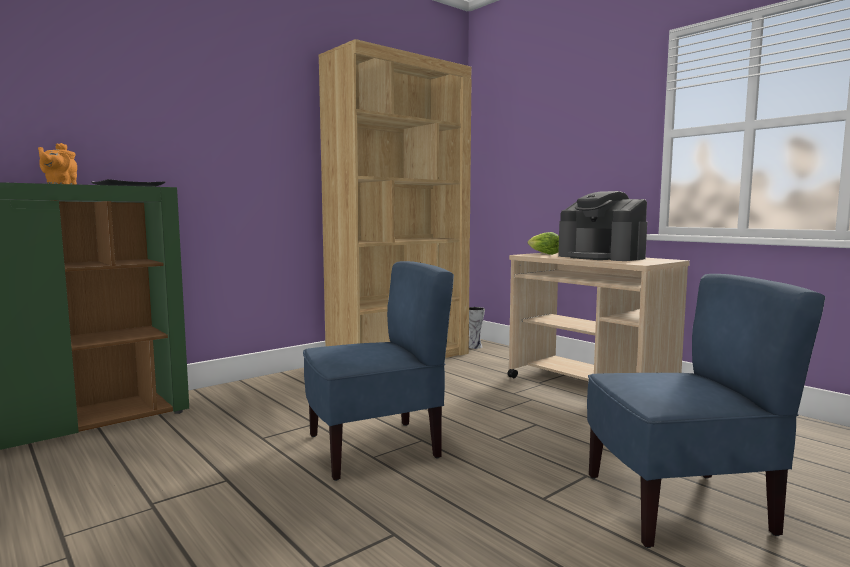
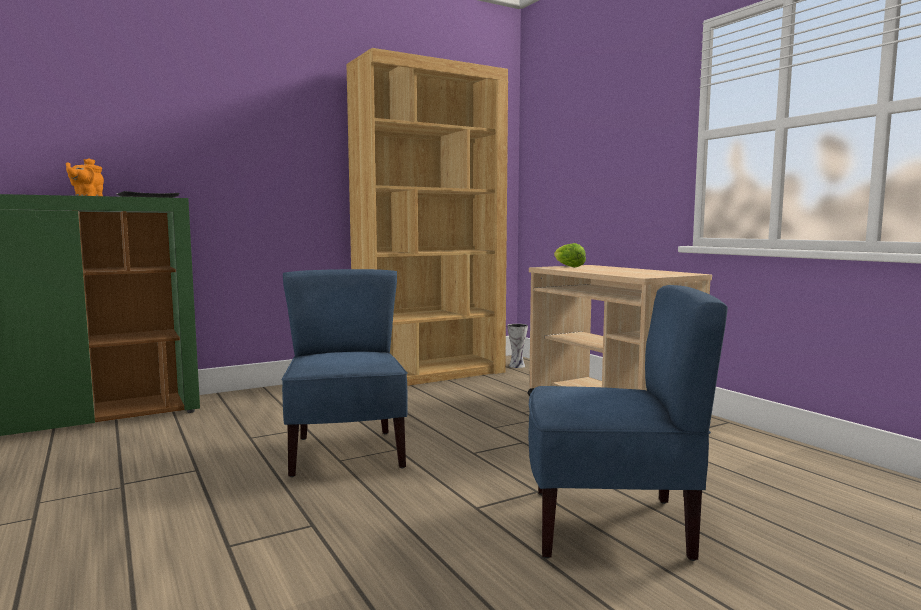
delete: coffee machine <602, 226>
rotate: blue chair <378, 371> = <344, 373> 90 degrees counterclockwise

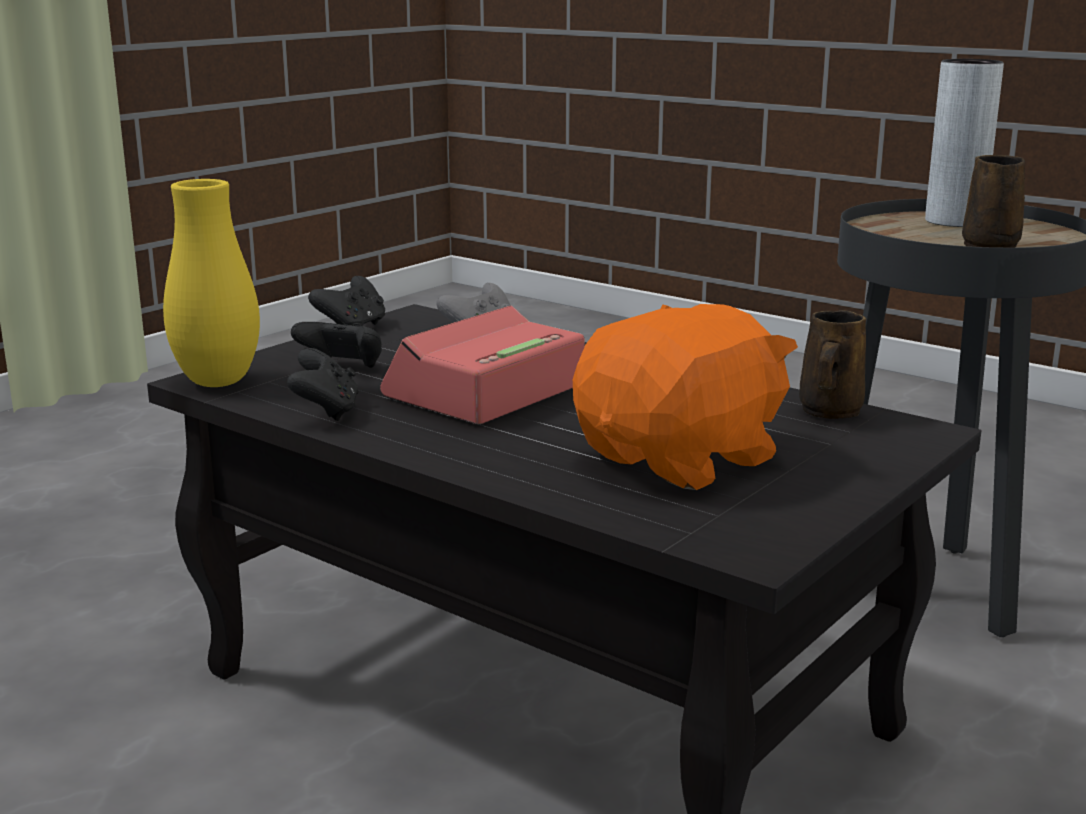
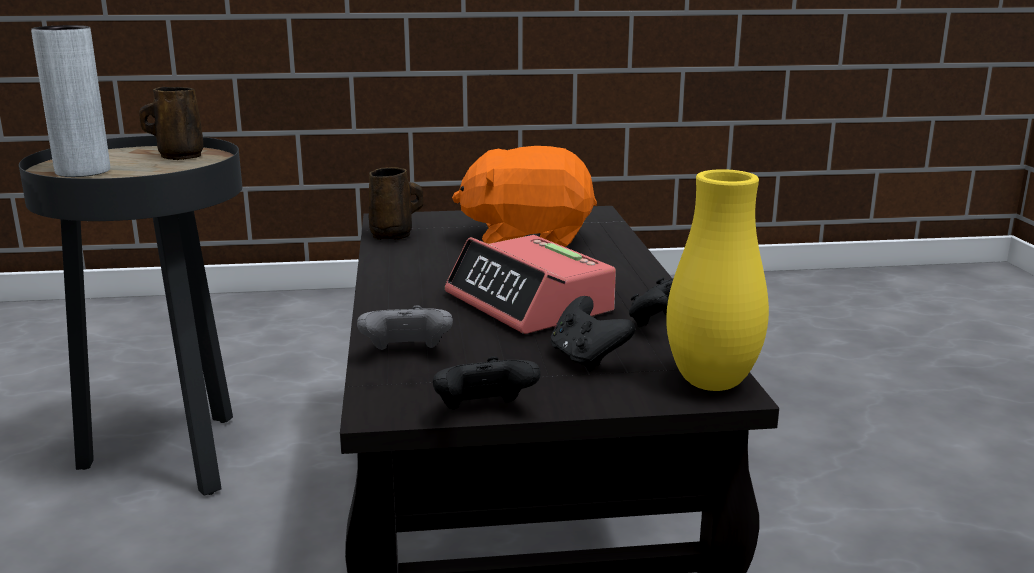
rotate: alarm clock <482, 365> = <530, 284> 60 degrees clockwise

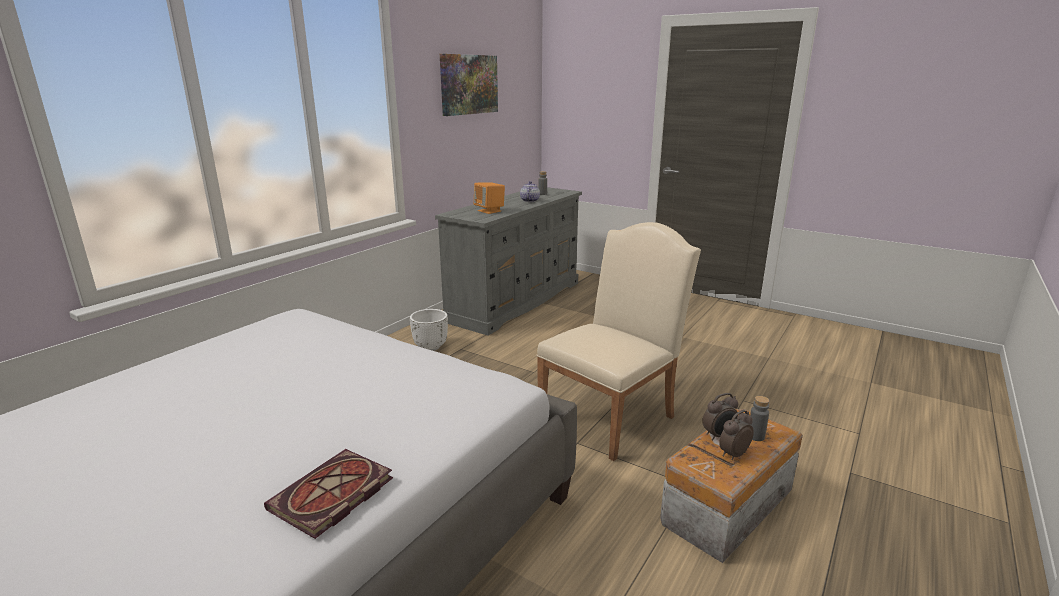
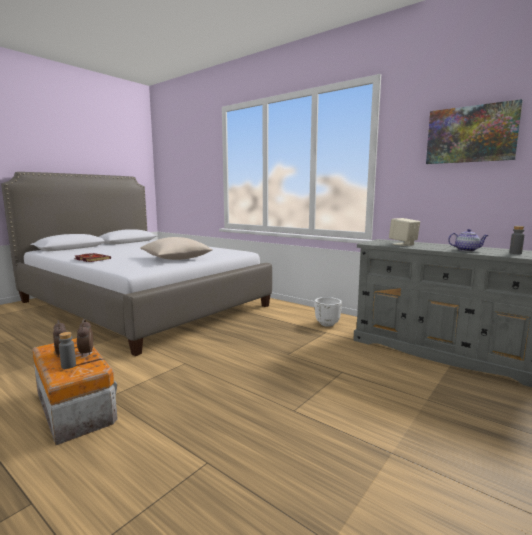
delete: beige chair <618, 341>
insert: beige pillow <176, 248>
recolor: orange speaker <489, 198> to beige speaker <404, 232>

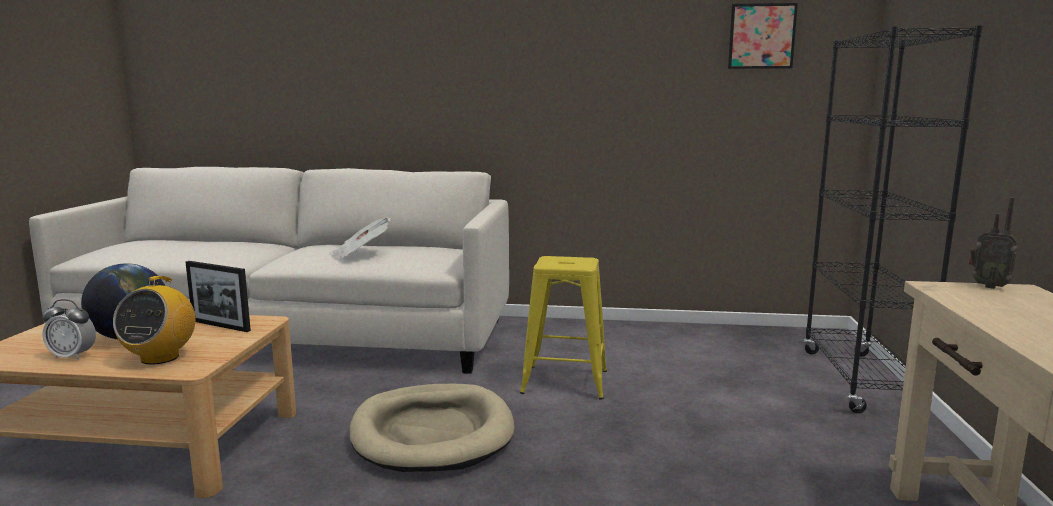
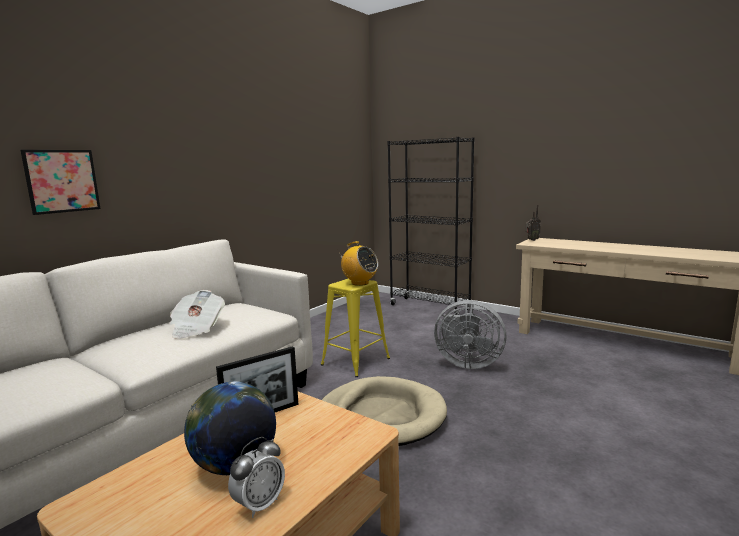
insert: grey fan <470, 334>
move: picture <763, 36> to <60, 182>; radio <154, 320> to <357, 263>

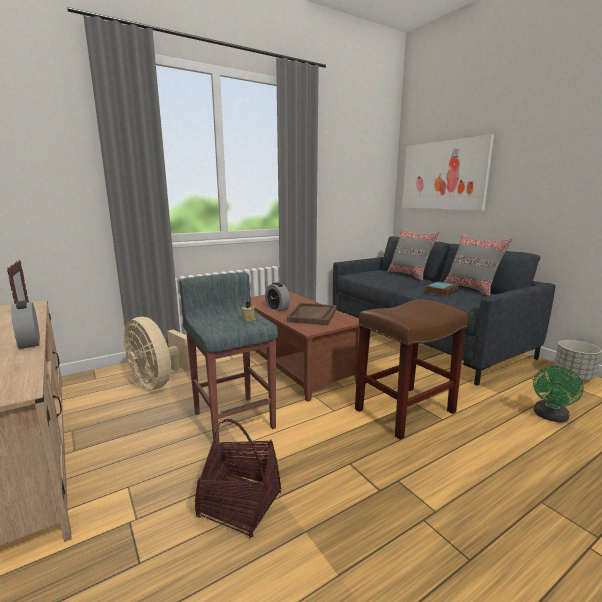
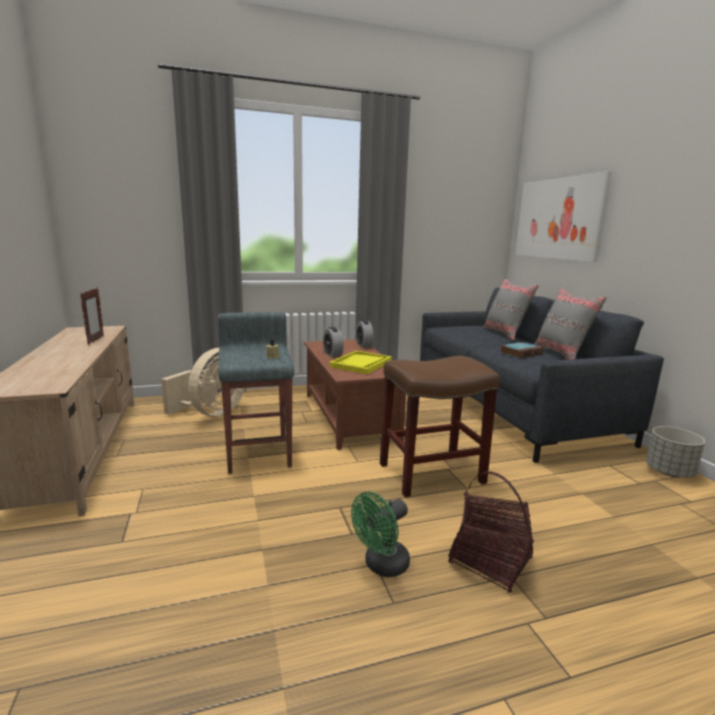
move: alarm clock <25, 325> to <364, 334>; green fan <558, 394> to <380, 534>; basket <238, 479> to <491, 532>
recolor: brown tray <311, 314> to yellow tray <360, 362>
rotate: beige fan <157, 353> = <203, 382> 120 degrees counterclockwise

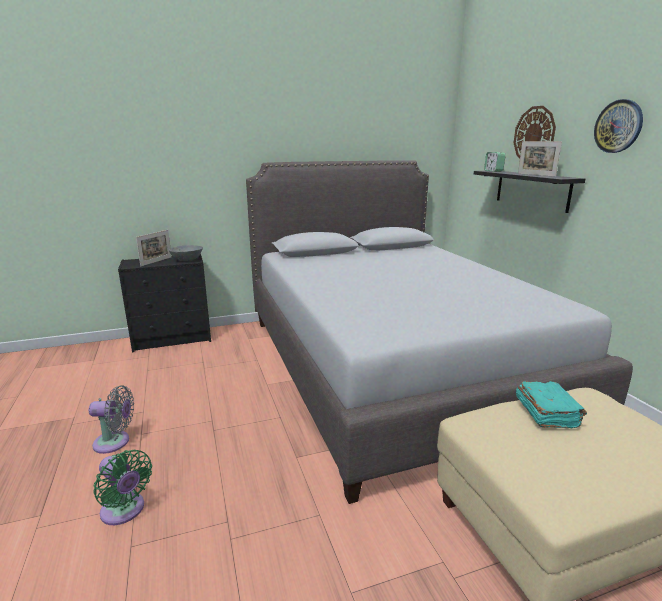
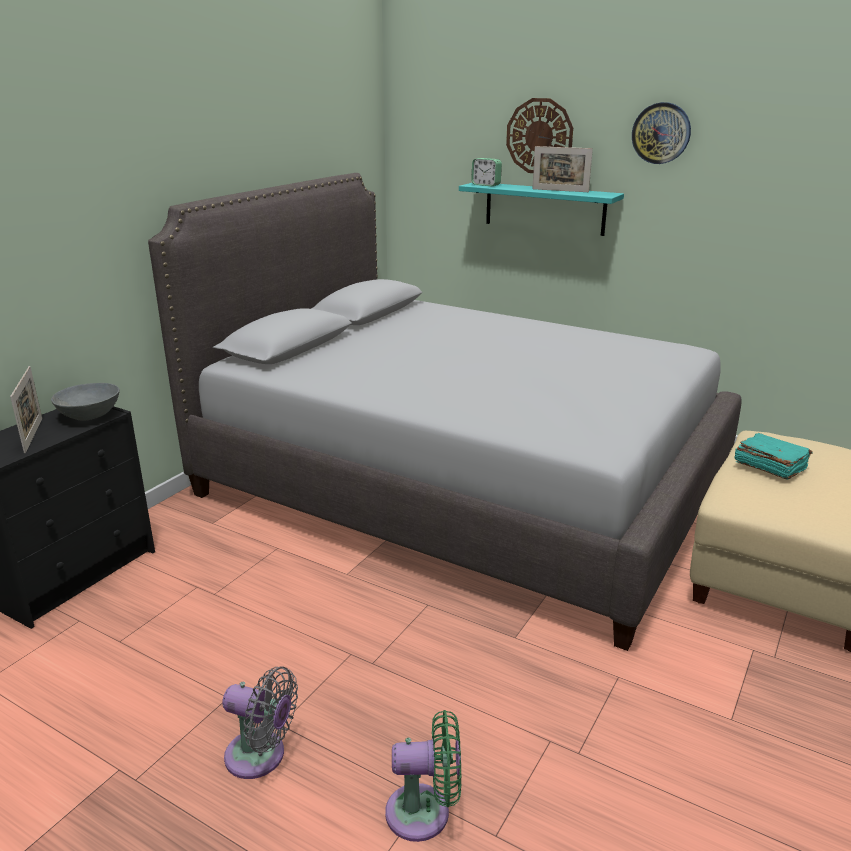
recolor: black shelf <529, 192> to turquoise shelf <541, 209>
rotate: grey fan <111, 419> = <260, 723> 60 degrees clockwise

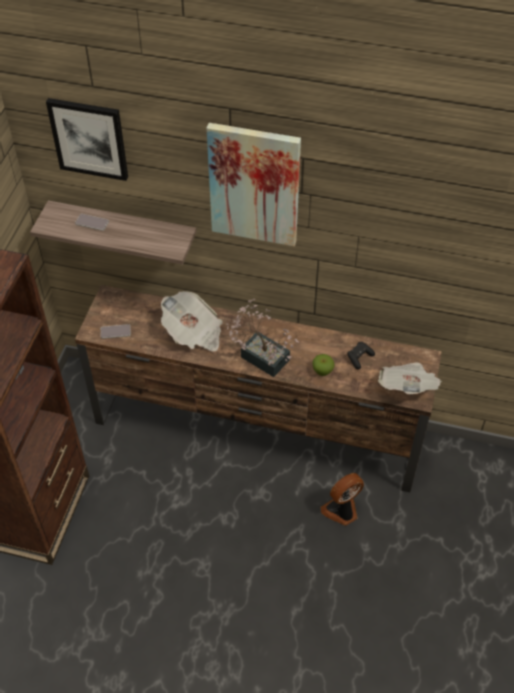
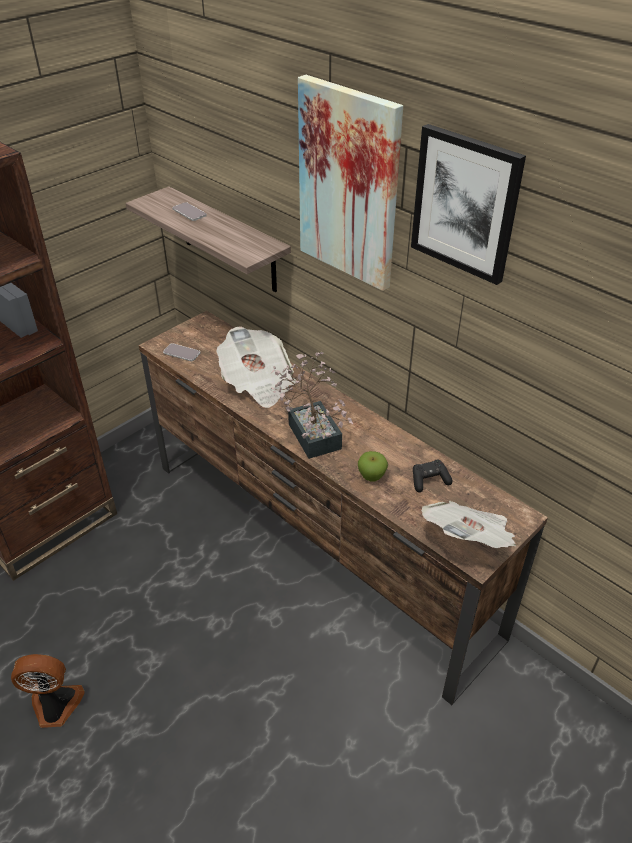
move: picture <87, 139> to <468, 204>; fan <342, 499> to <48, 691>

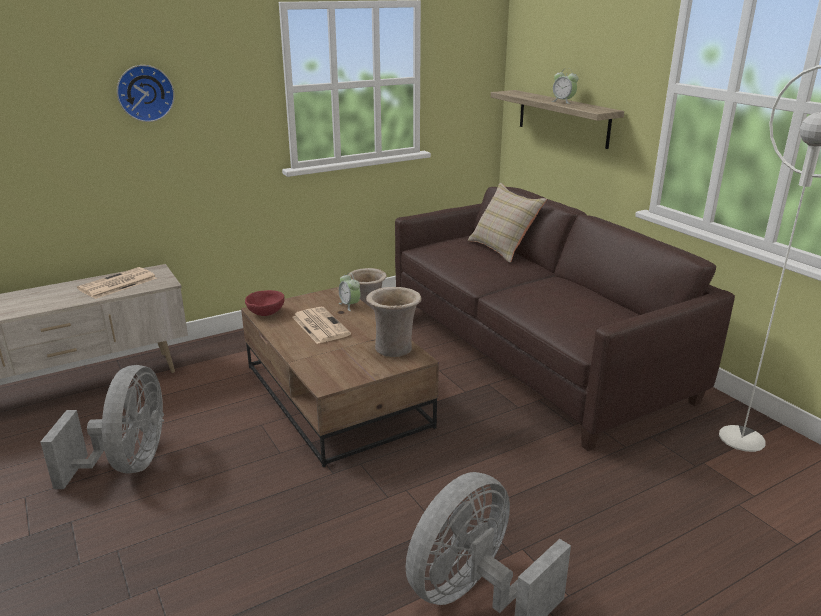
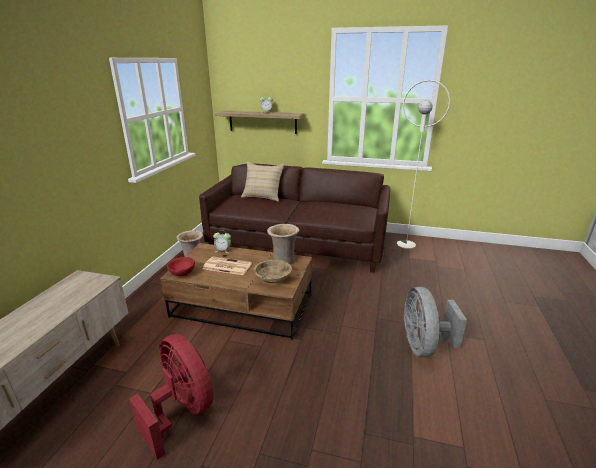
delete: wall clock <146, 93>; newspaper <117, 283>
insert: beige bowl <273, 271>
recolor: grey fan <102, 427> to red fan <171, 397>

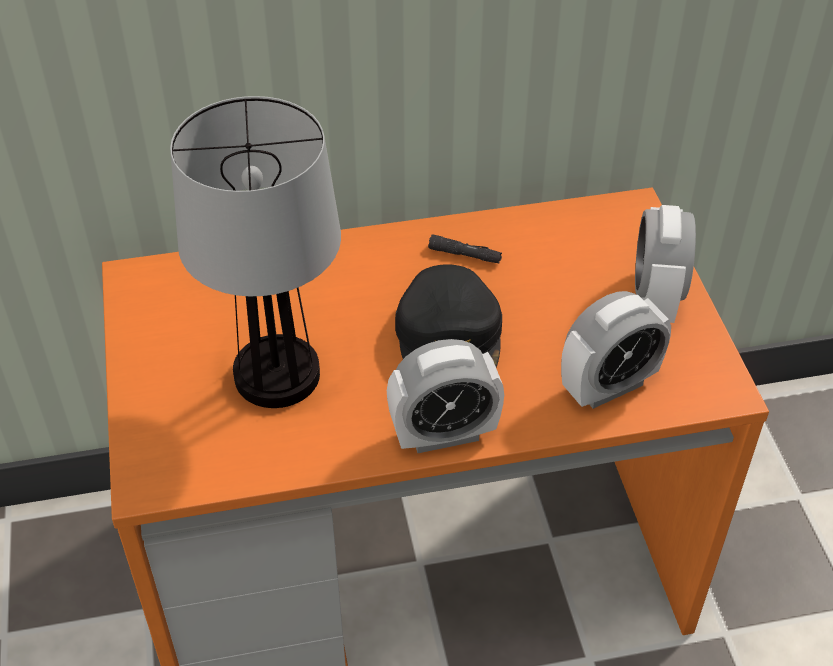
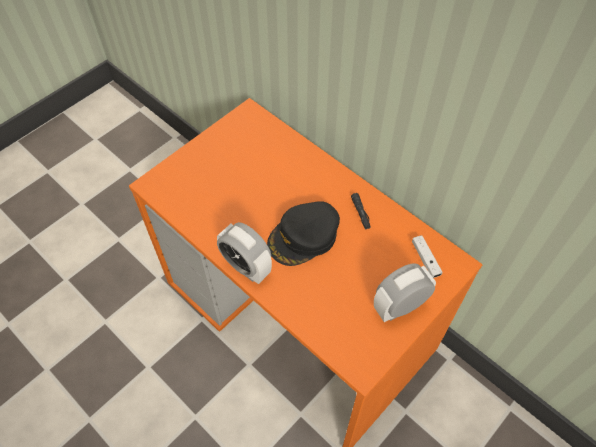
delete: table lamp <255, 252>; alarm clock <616, 350>
insert: white game controller <427, 256>

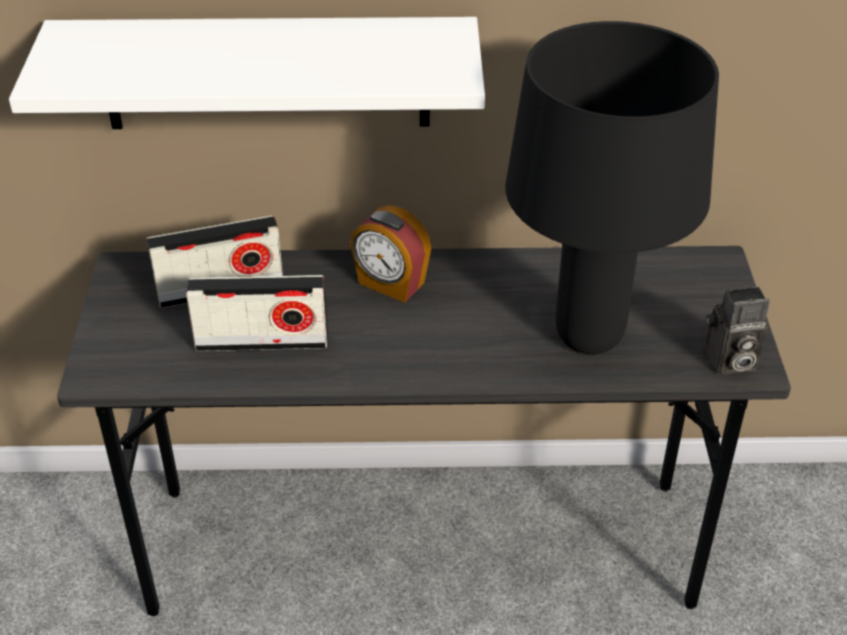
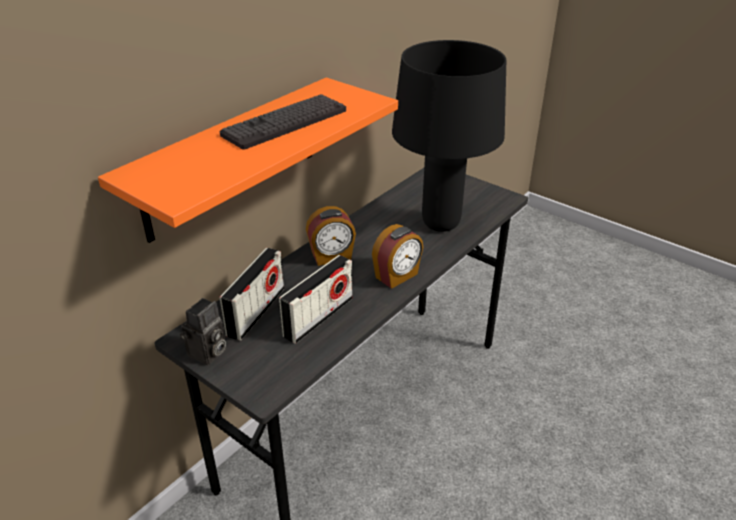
insert: keyboard <283, 122>; alarm clock <397, 256>
move: photo camera <737, 331> to <203, 331>
recolor: white shelf <247, 73> to orange shelf <248, 160>

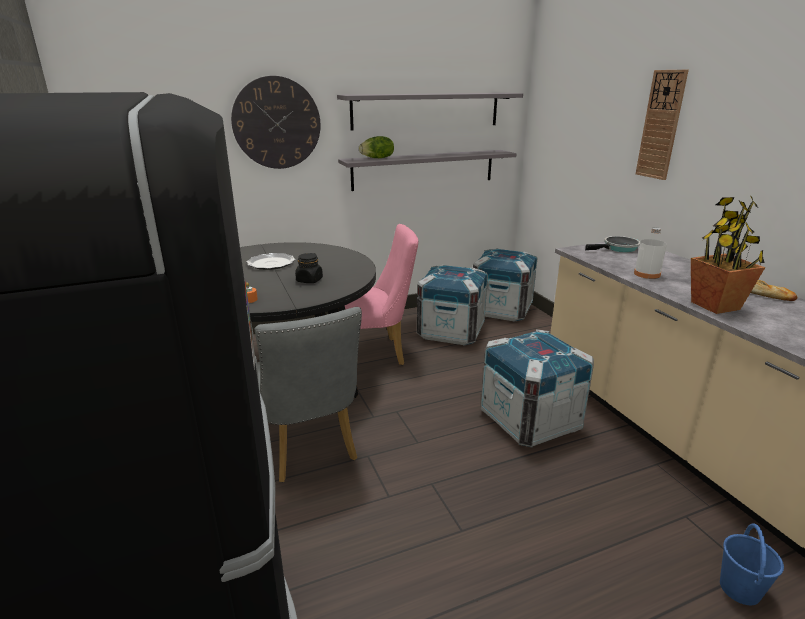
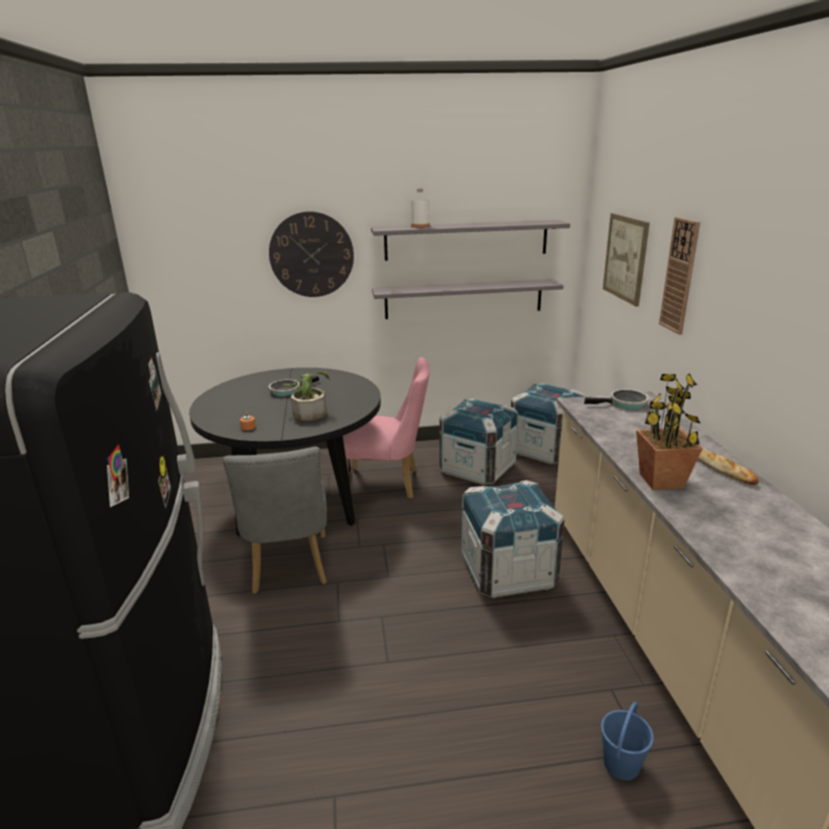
delete: lettuce <376, 147>
insert: picture <626, 260>
move: white bottle <650, 253> to <420, 208>
replace: plate <271, 261> to frying pan <294, 386>; black jar <309, 268> to potted plant <306, 396>

